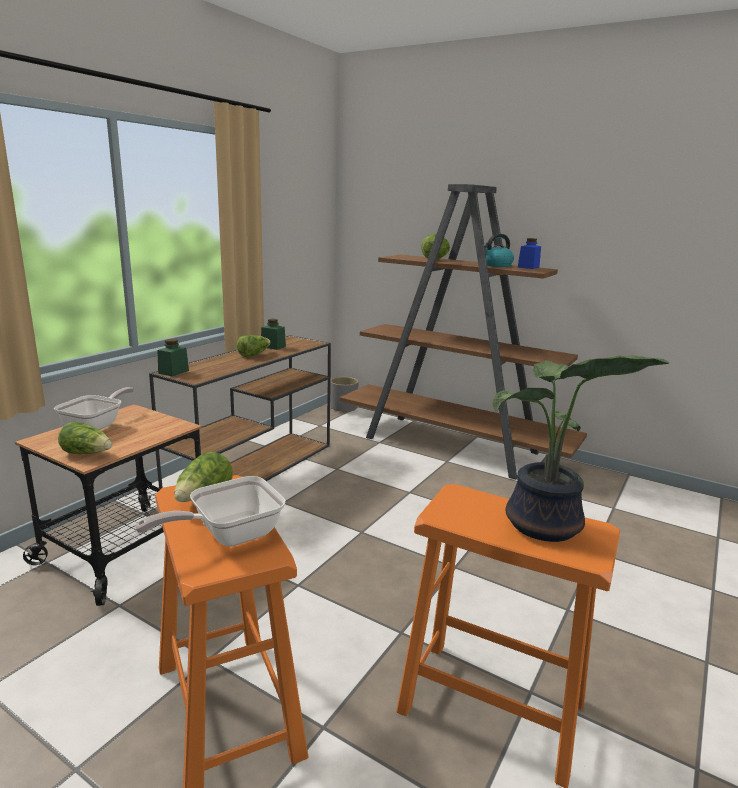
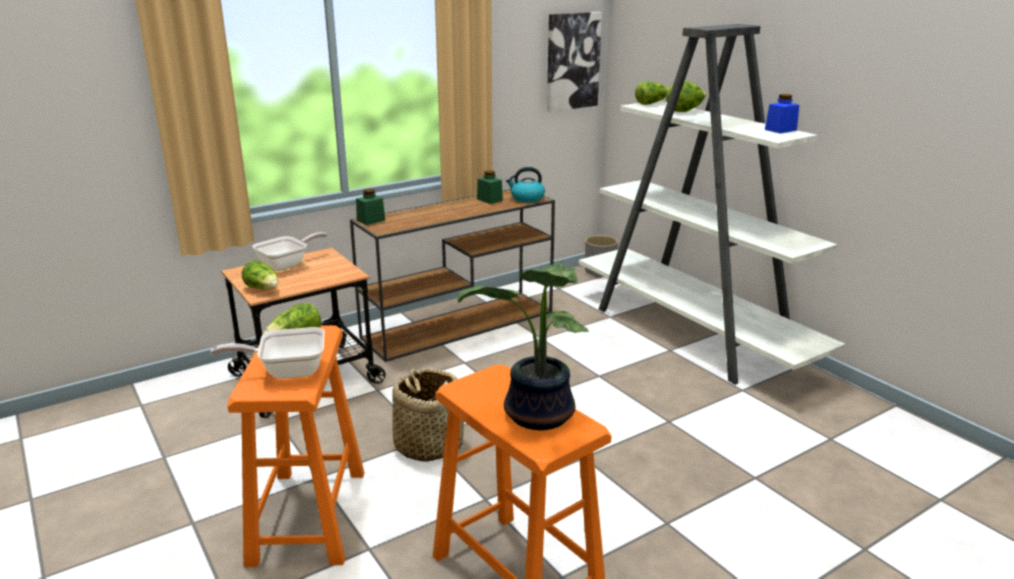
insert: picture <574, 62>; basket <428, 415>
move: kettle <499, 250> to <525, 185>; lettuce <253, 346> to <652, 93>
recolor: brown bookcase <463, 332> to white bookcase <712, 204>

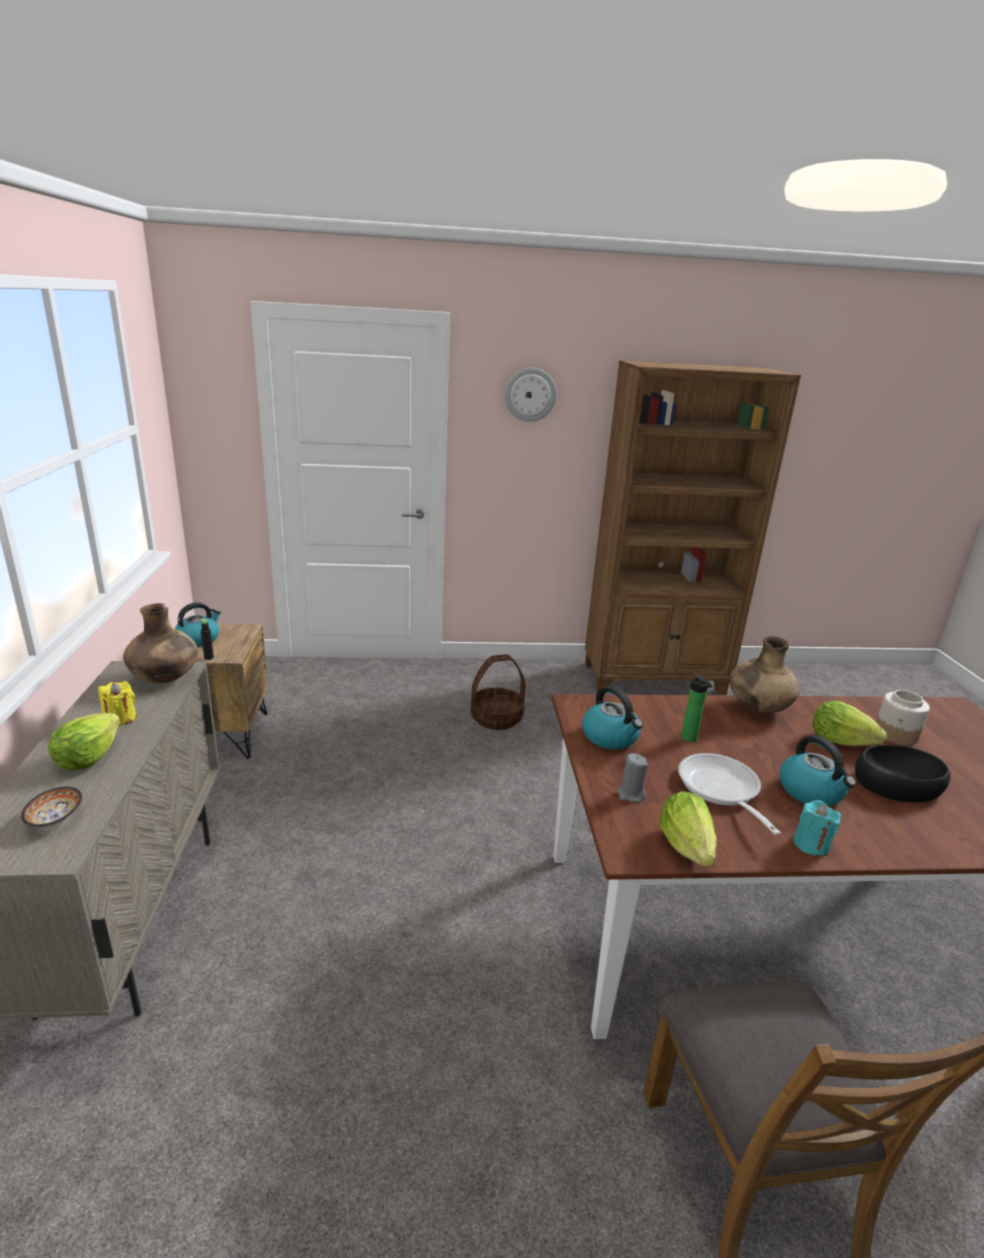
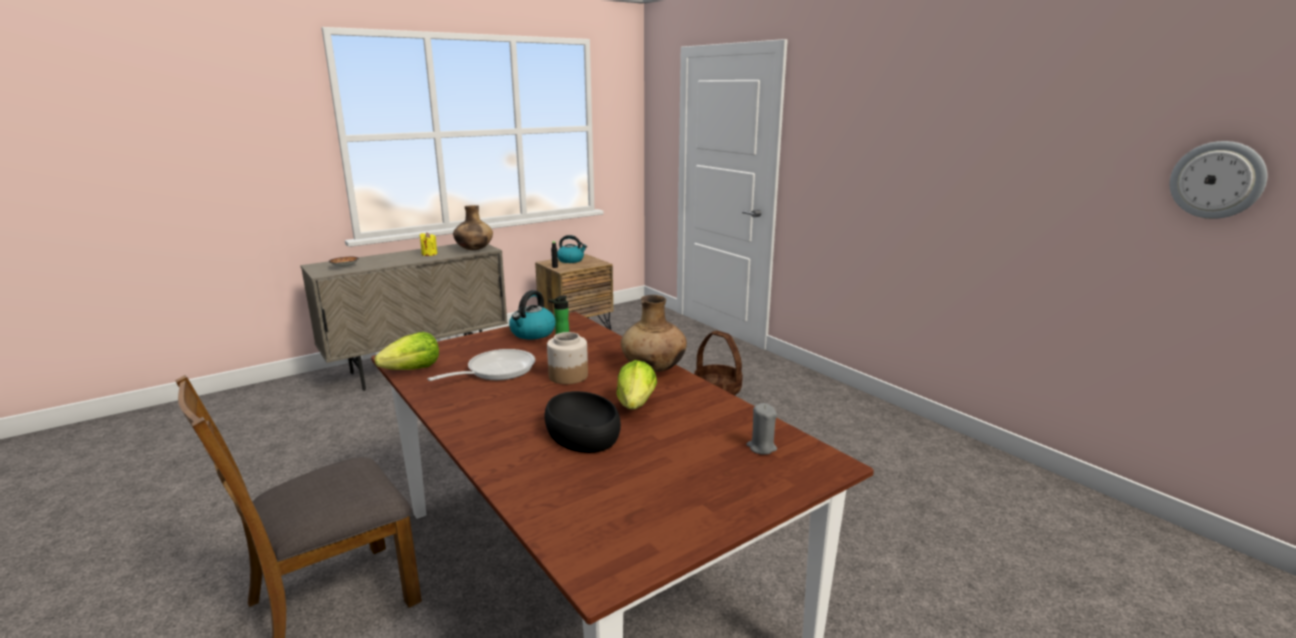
delete: brown bookcase <693, 527>; lettuce <84, 741>; kettle <817, 770>; turquoise candle <817, 828>
move: wall clock <530, 395> to <1218, 180>; jar <903, 717> to <567, 358>; grey candle <632, 777> to <761, 429>

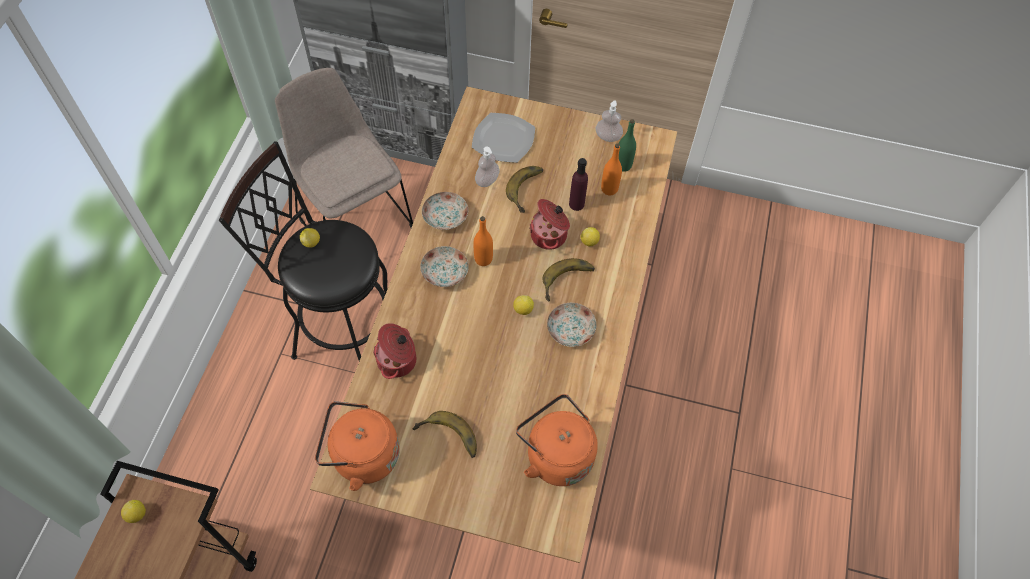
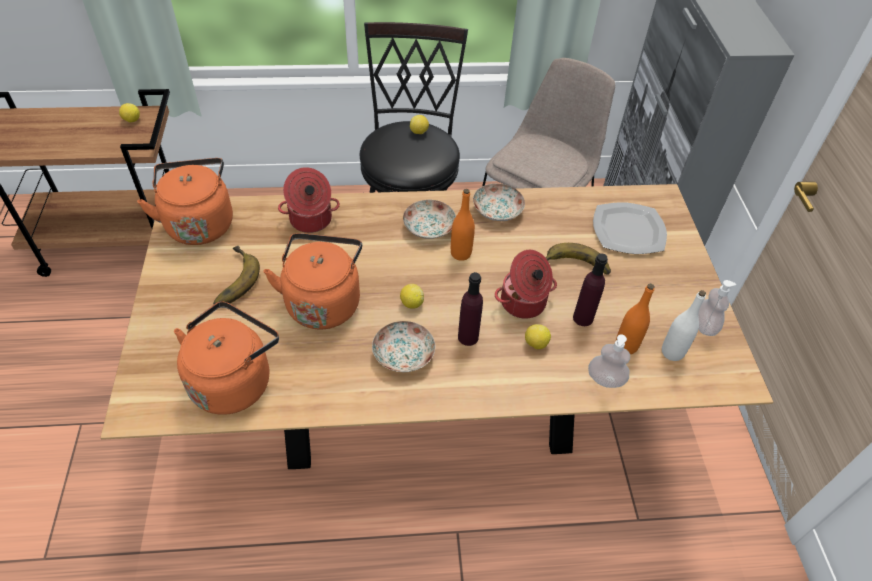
insert: orange kettle <313, 281>
move: soap dispenser <487, 167> to <609, 361>
replace: banana <569, 279> to purple bottle <470, 309>
recolor: green bottle <627, 145> to white bottle <684, 325>

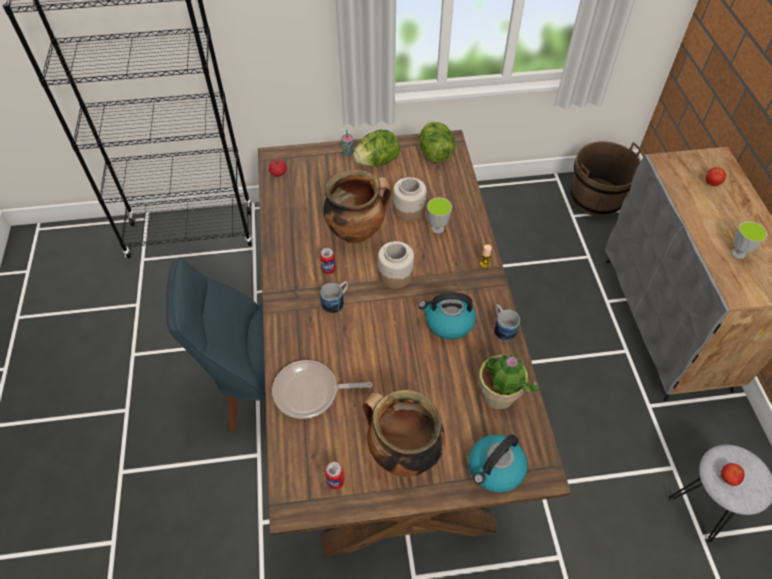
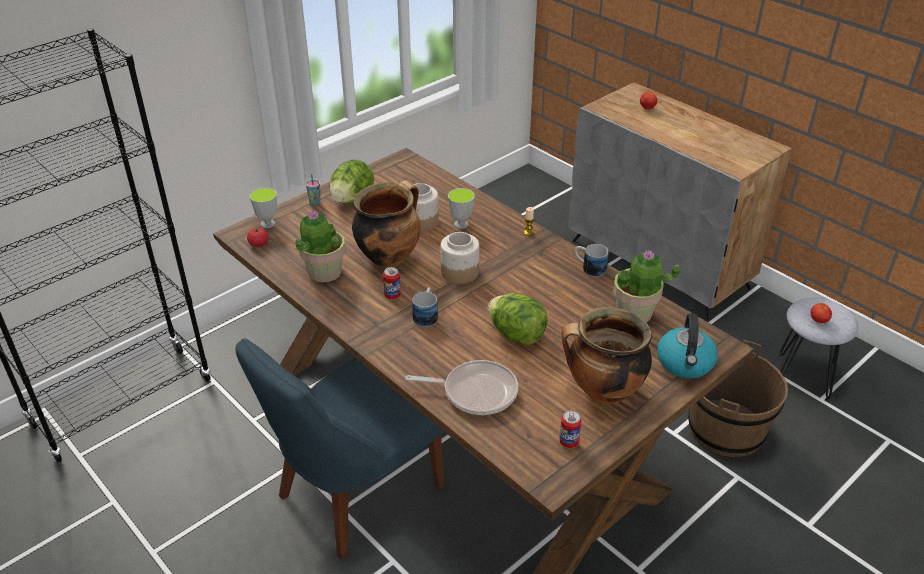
delete: kettle <447, 315>
insert: potted plant <320, 246>
move: lettuce <437, 142> to <518, 319>; brown bucket <606, 179> to <738, 398>; cup <749, 240> to <263, 208>
rotate: frying pan <322, 389> = <461, 387> 135 degrees counterclockwise

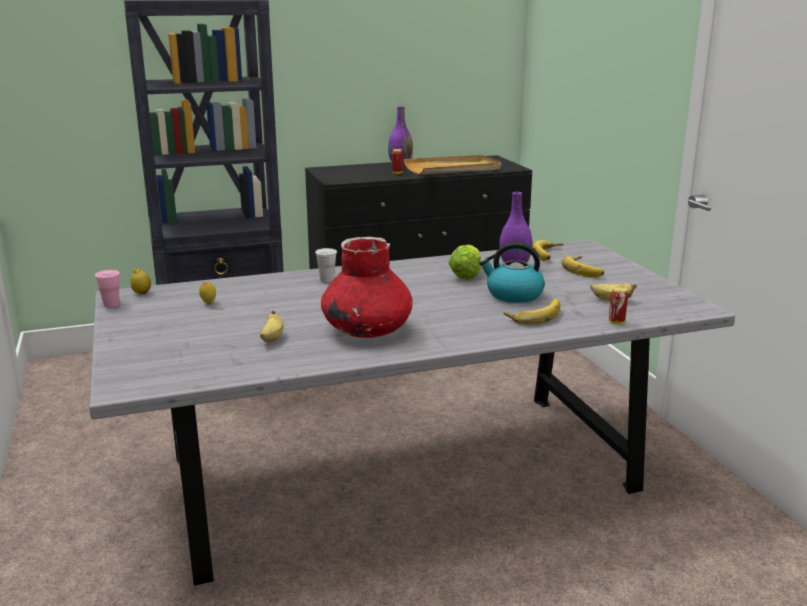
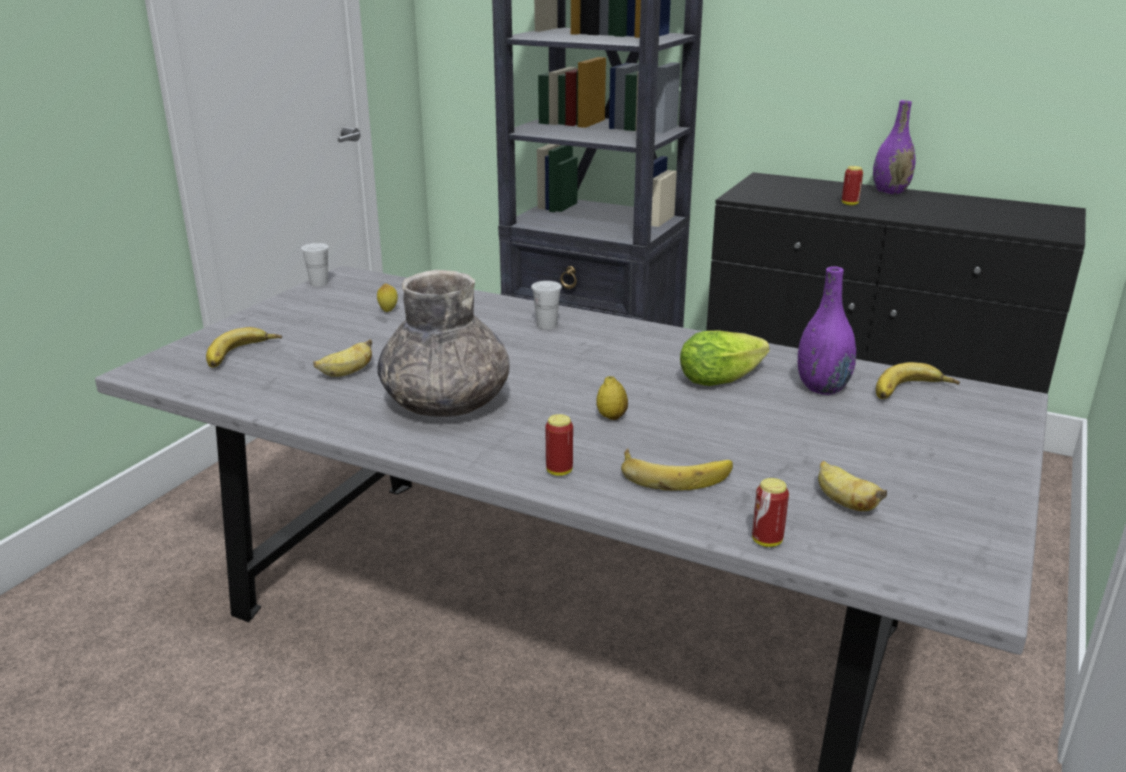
delete: beige tray <453, 164>; kettle <512, 272>
insert: can <559, 445>
move: banana <583, 267> to <244, 347>; lemon <141, 281> to <612, 398>
recolor: red vase <367, 287> to grey vase <444, 343>; pink cup <107, 288> to white cup <315, 264>

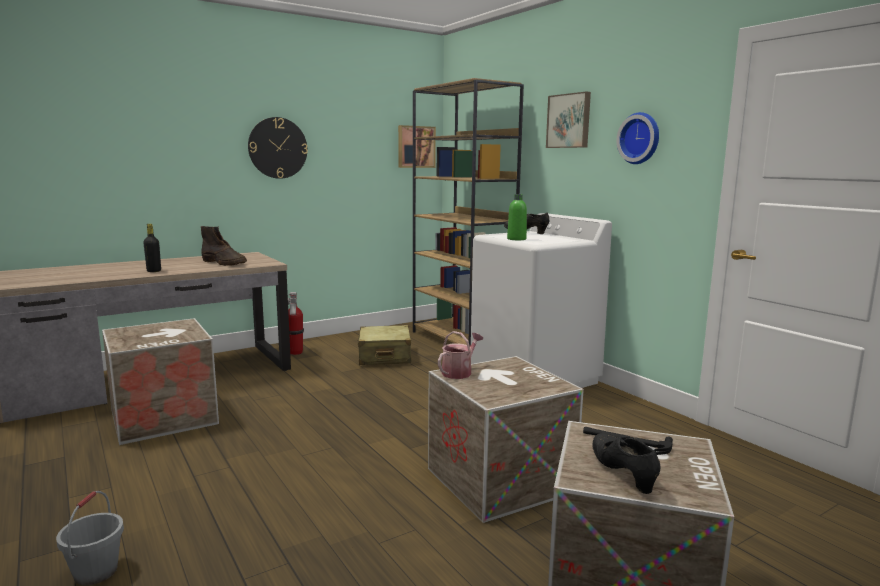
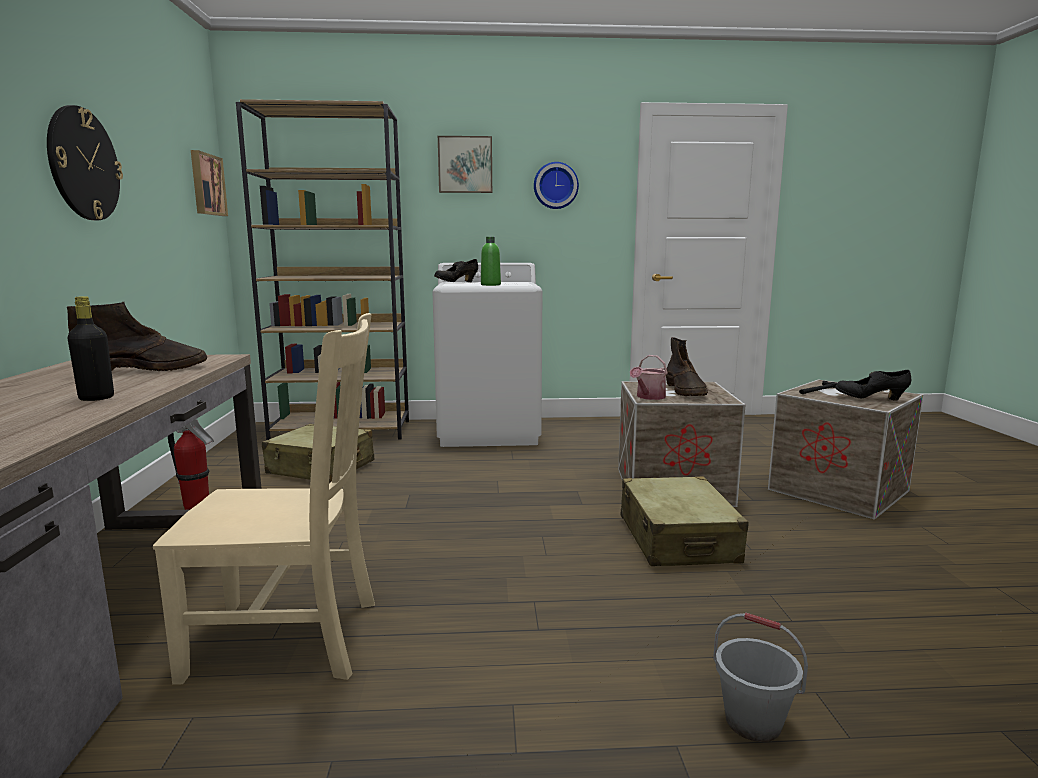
insert: brown boot <687, 366>; beige suitcase <684, 521>
replace: crate <160, 381> to beige chair <264, 499>
rotate: watering can <460, 355> = <649, 377> 120 degrees counterclockwise

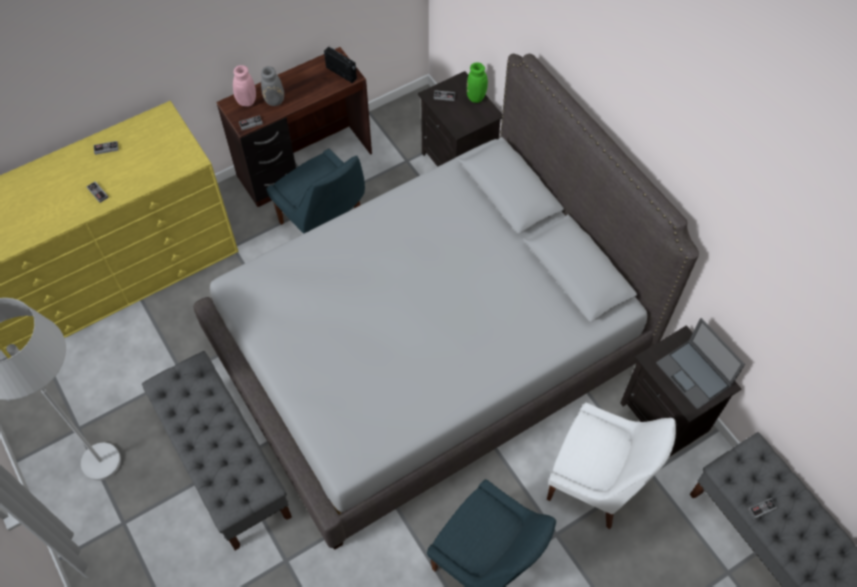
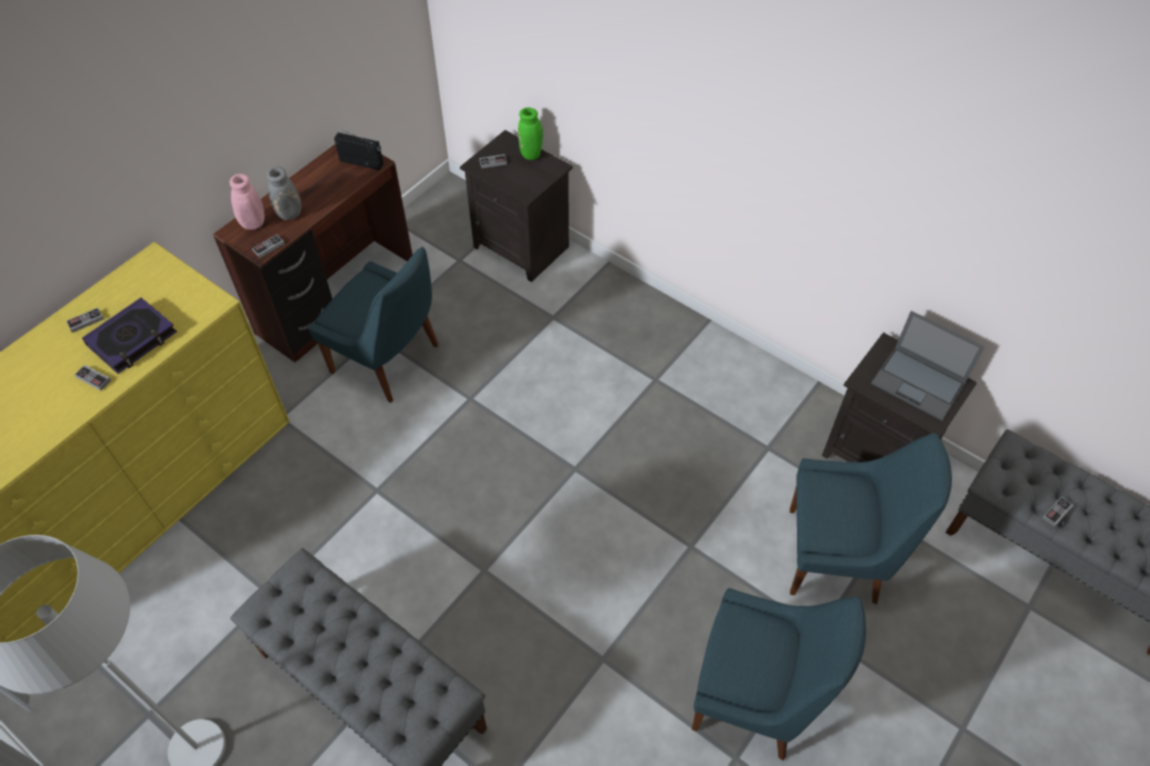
delete: grey bed <446, 302>
insert: book <129, 336>
recolor: white chair <611, 466> to blue chair <871, 518>

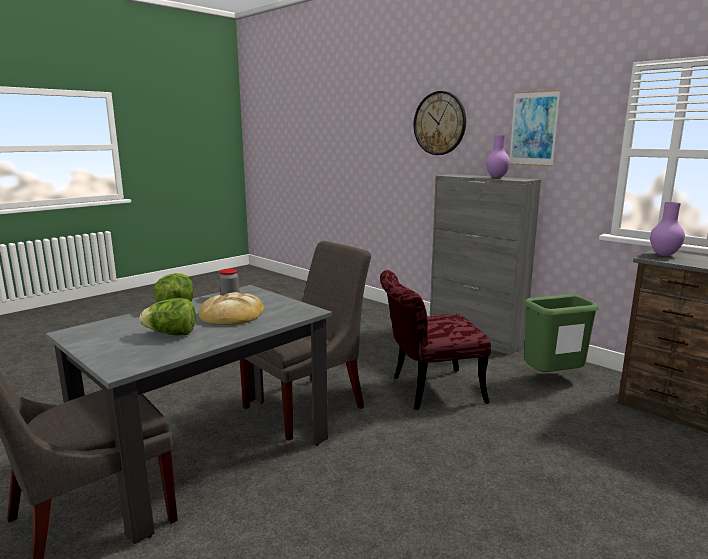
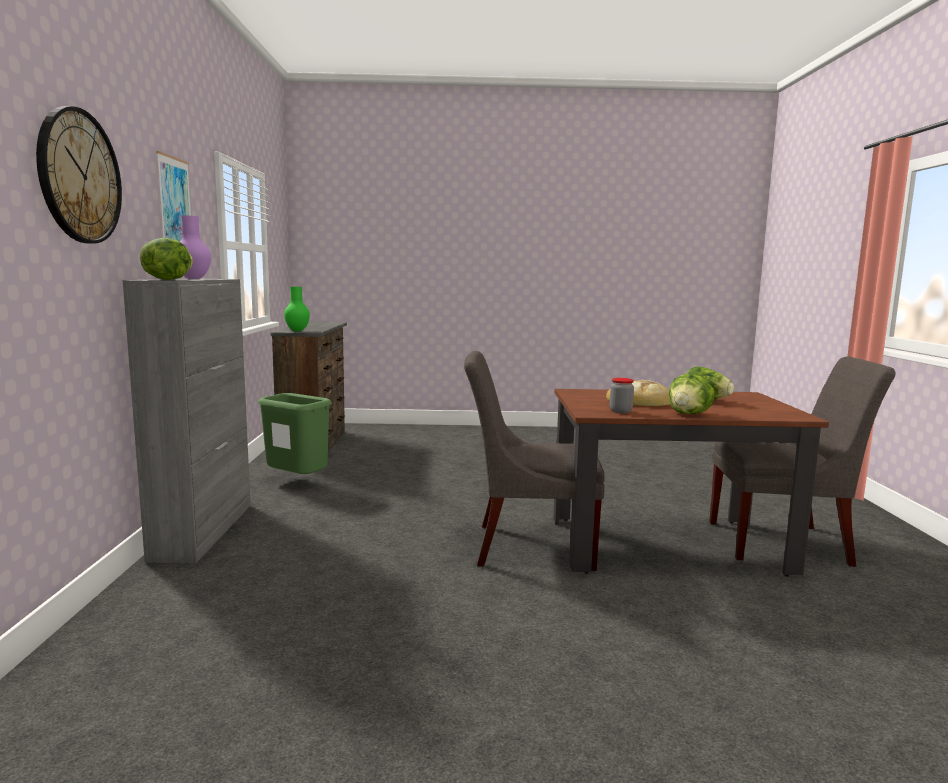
delete: red chair <435, 340>
insert: lettuce <166, 259>
recolor: purple vase <667, 229> to green vase <297, 309>; grey dining table <189, 414> to brown dining table <691, 483>

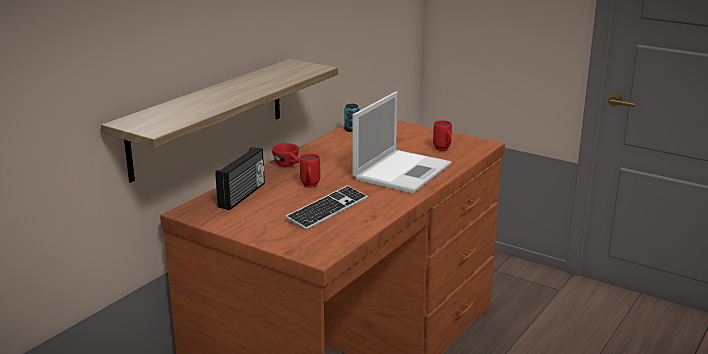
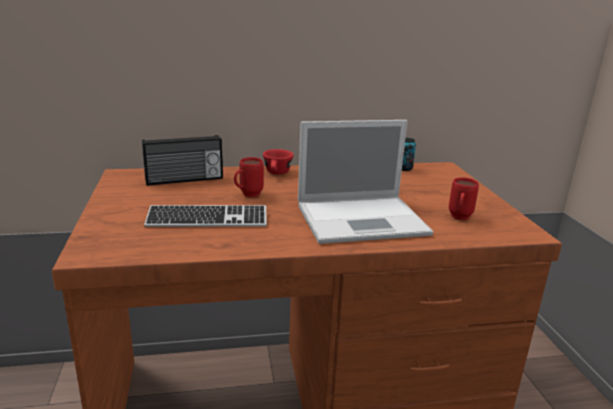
delete: shelf <219, 121>

